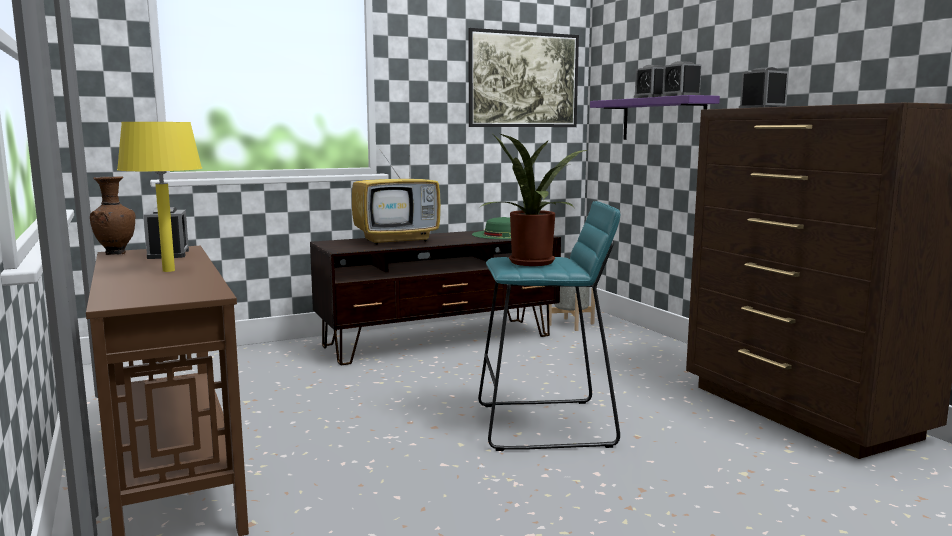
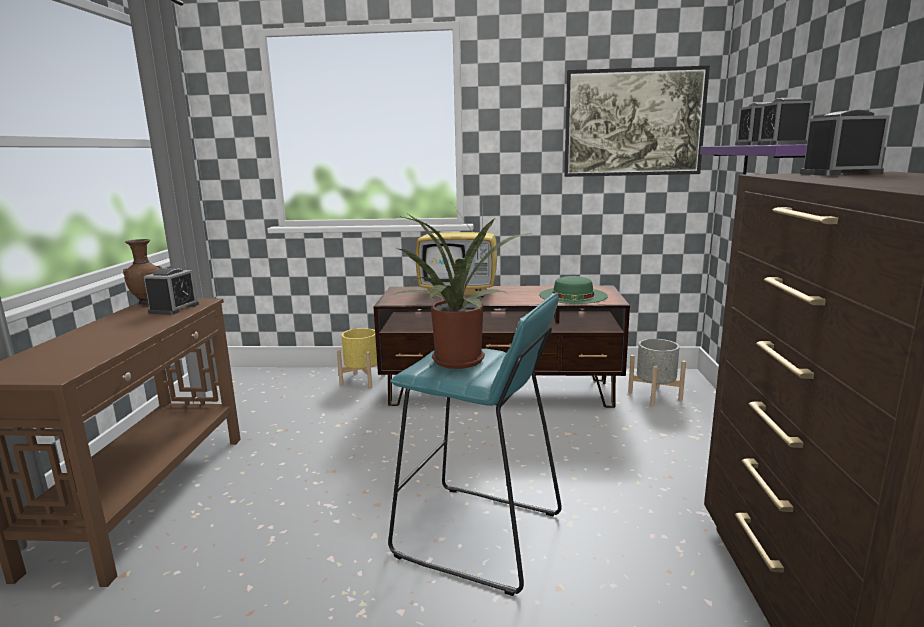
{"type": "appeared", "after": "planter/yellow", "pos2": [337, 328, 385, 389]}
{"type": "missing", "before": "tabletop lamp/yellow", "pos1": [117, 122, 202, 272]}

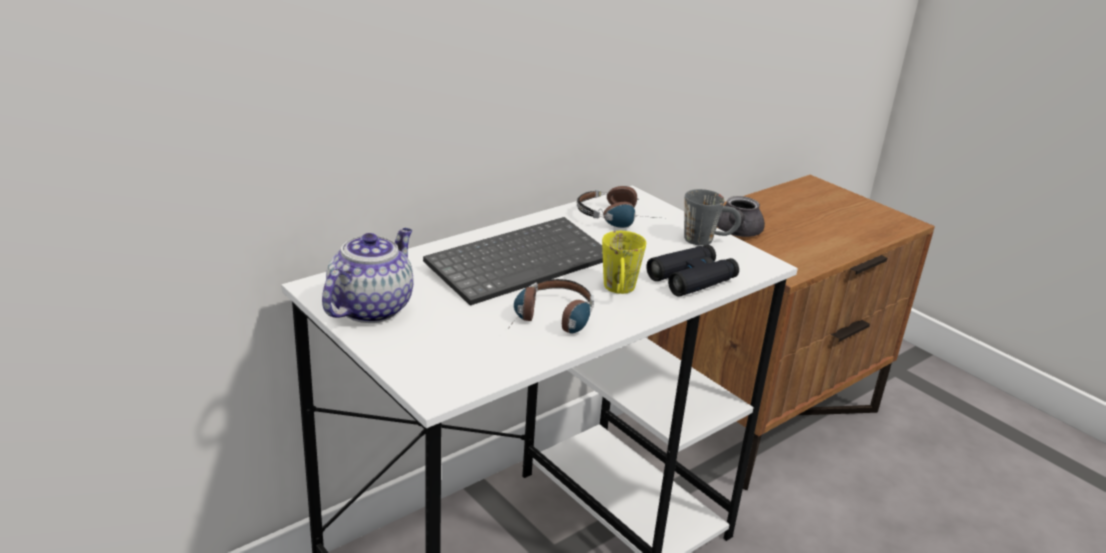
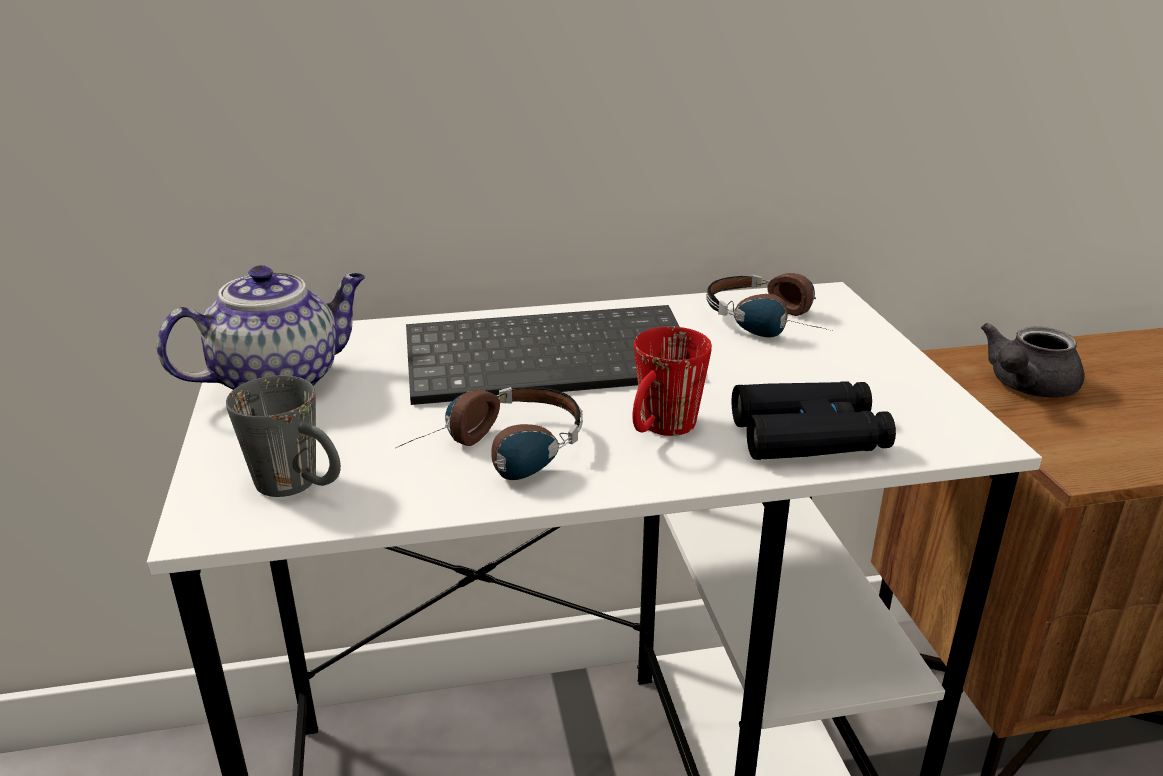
{"type": "relocated", "before": "coffee mug/gray", "pos1": [684, 189, 741, 246], "pos2": [226, 375, 341, 497]}
{"type": "colour", "before": "coffee mug/yellow", "after": "coffee mug/reddish", "pos1": [602, 231, 646, 294], "pos2": [633, 327, 712, 436]}

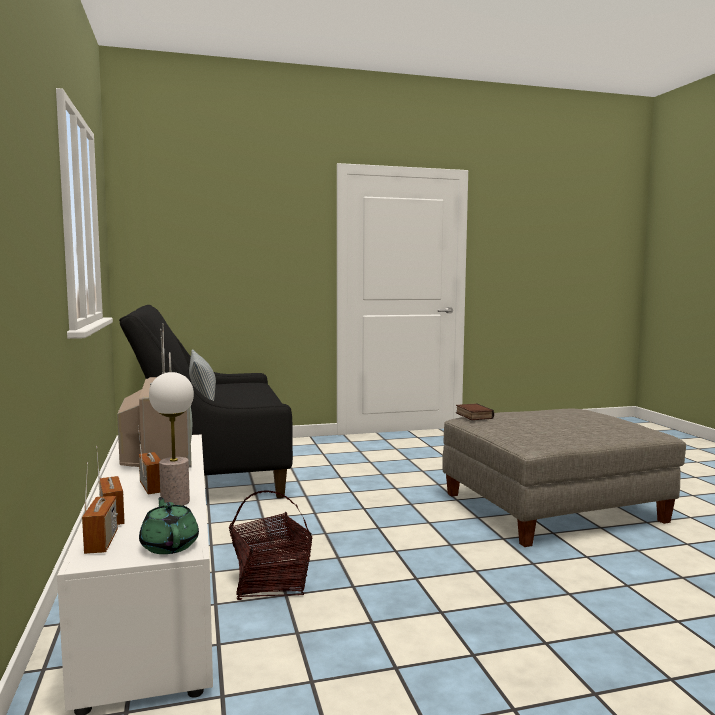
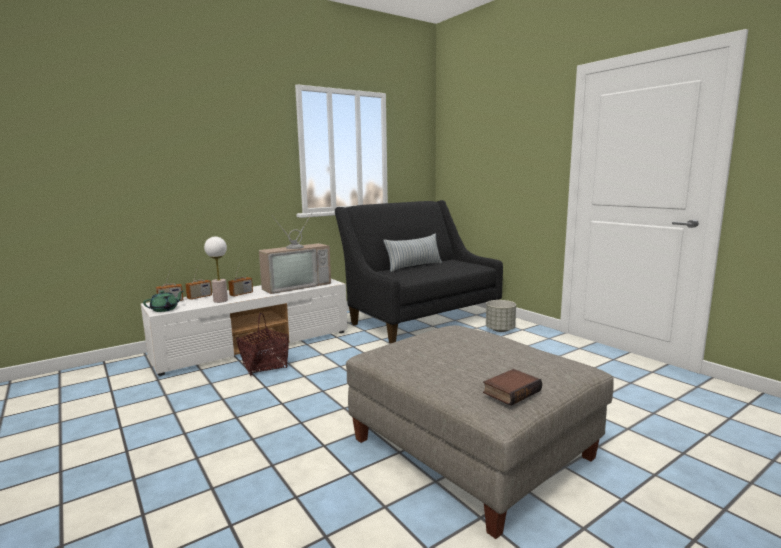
{"type": "relocated", "before": "volume", "pos1": [456, 404, 494, 420], "pos2": [483, 369, 542, 406]}
{"type": "appeared", "after": "planter/gray", "pos2": [486, 300, 516, 332]}

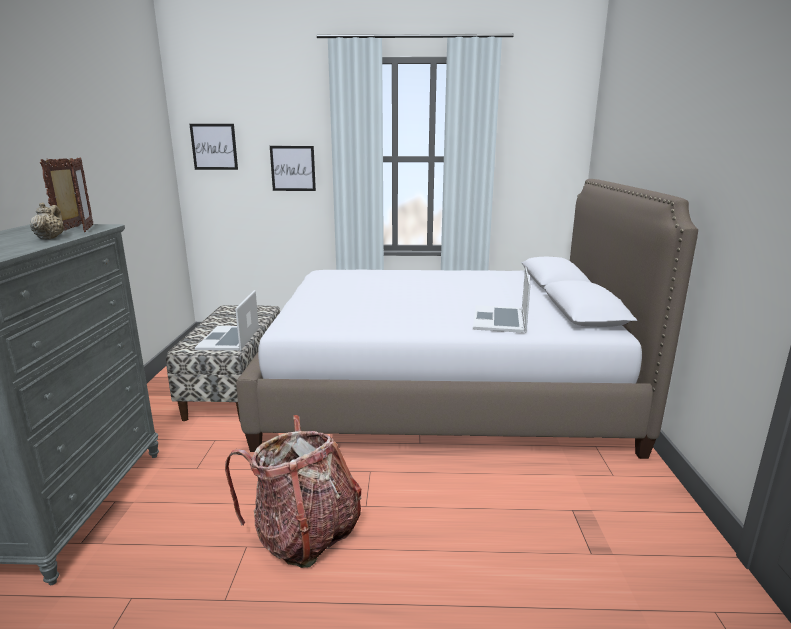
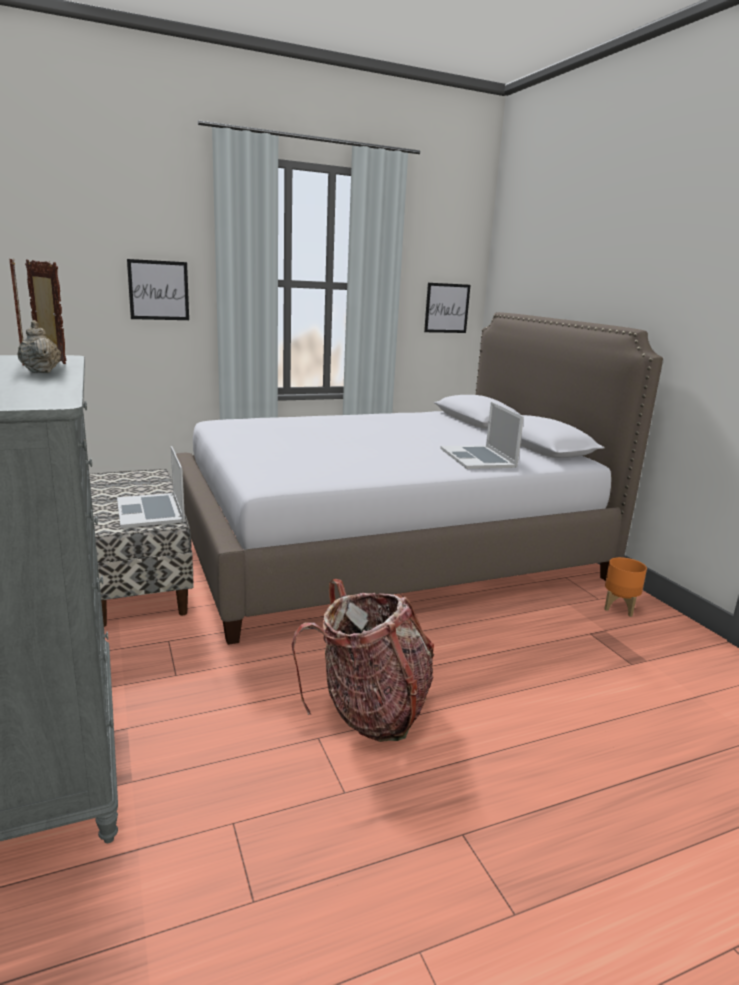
{"type": "relocated", "before": "wall picture", "pos1": [189, 124, 238, 170], "pos2": [424, 283, 470, 333]}
{"type": "appeared", "after": "planter/orange-coloured", "pos2": [604, 557, 647, 617]}

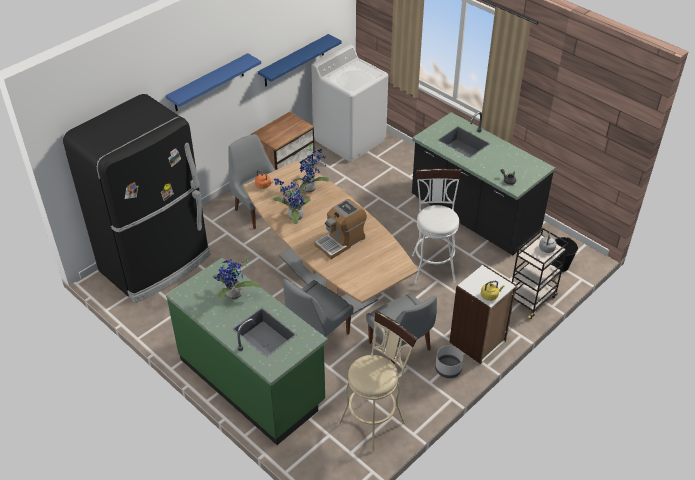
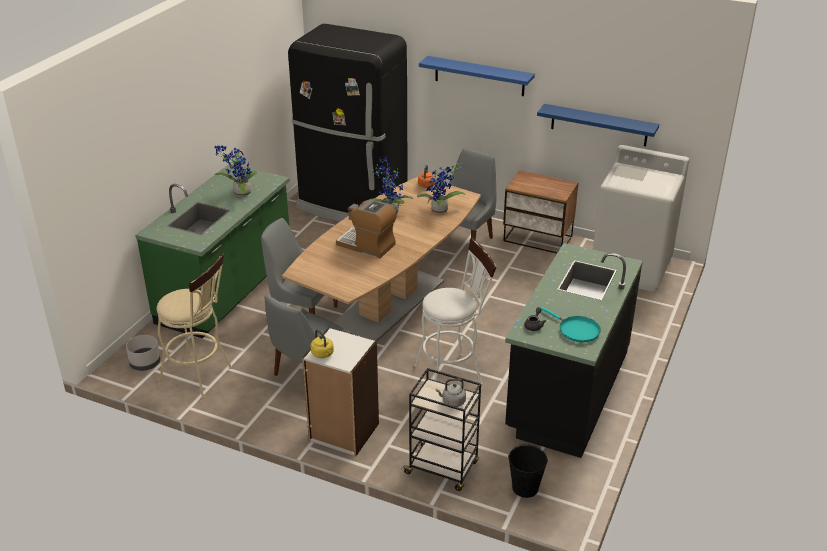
{"type": "relocated", "before": "planter/gray", "pos1": [435, 346, 463, 378], "pos2": [126, 335, 160, 371]}
{"type": "appeared", "after": "skillet/blue-green", "pos2": [541, 307, 601, 342]}

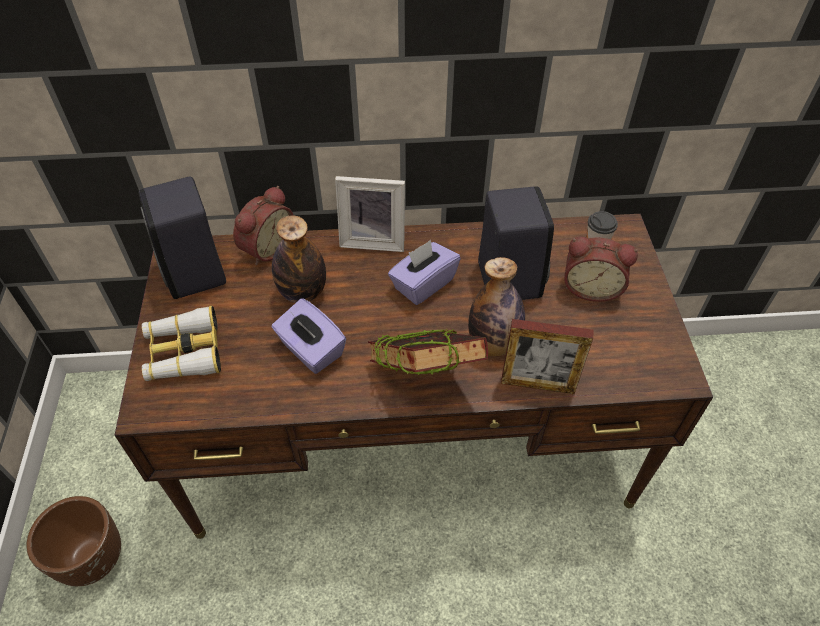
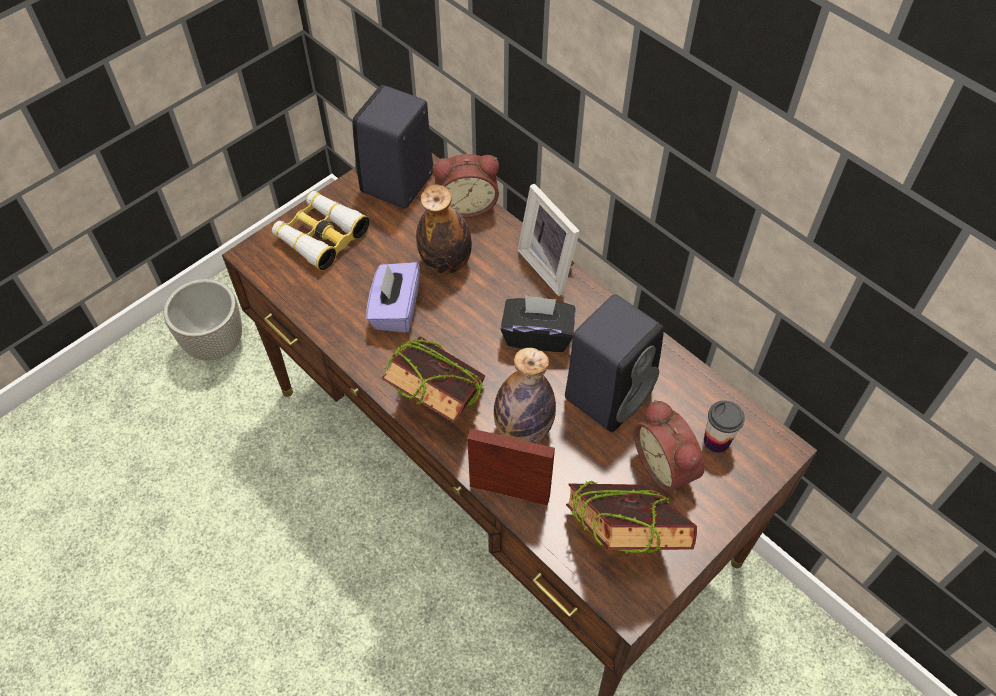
{"type": "colour", "before": "planter/brown-coloured", "after": "planter/gray", "pos1": [27, 496, 121, 586], "pos2": [163, 279, 242, 361]}
{"type": "spun", "before": "standing frame", "pos1": [501, 319, 593, 394], "pos2": [467, 428, 555, 506], "turn": 135}
{"type": "colour", "before": "tissue box/purple", "after": "tissue box/black-coloured", "pos1": [388, 240, 461, 305], "pos2": [500, 295, 575, 352]}
{"type": "appeared", "after": "volume", "pos2": [566, 480, 697, 554]}

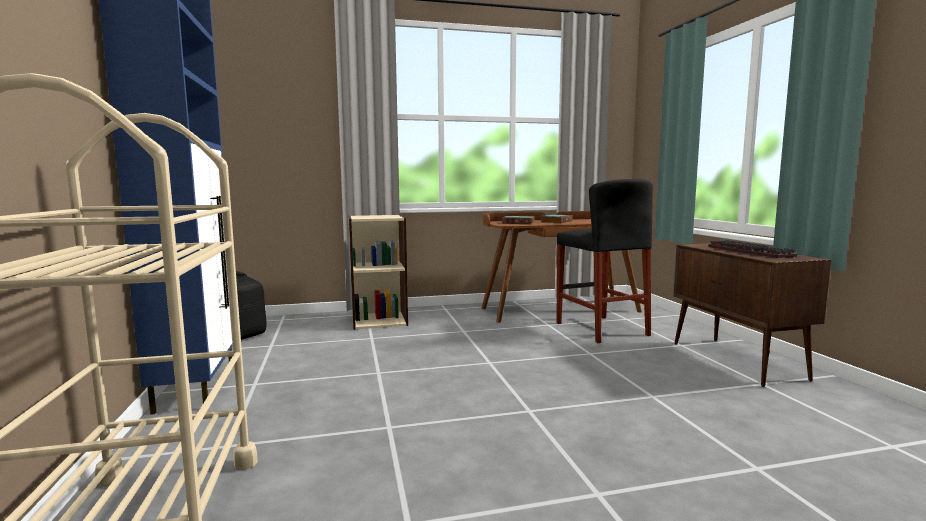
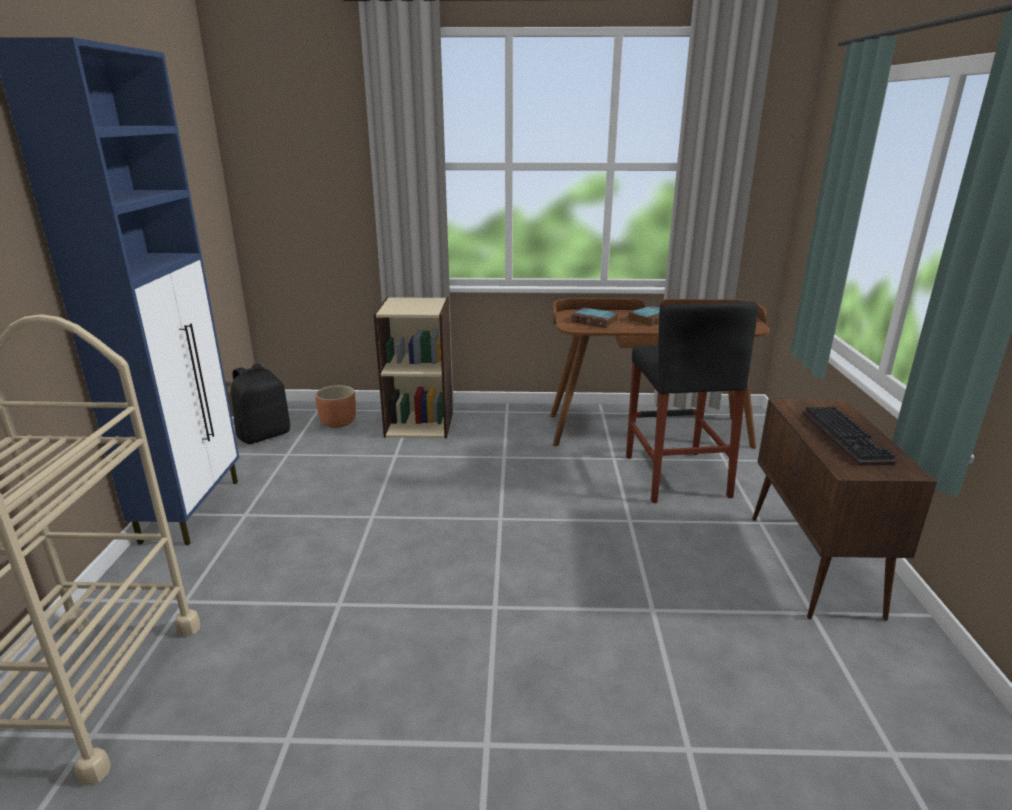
{"type": "appeared", "after": "planter/brown-coloured", "pos2": [315, 385, 356, 428]}

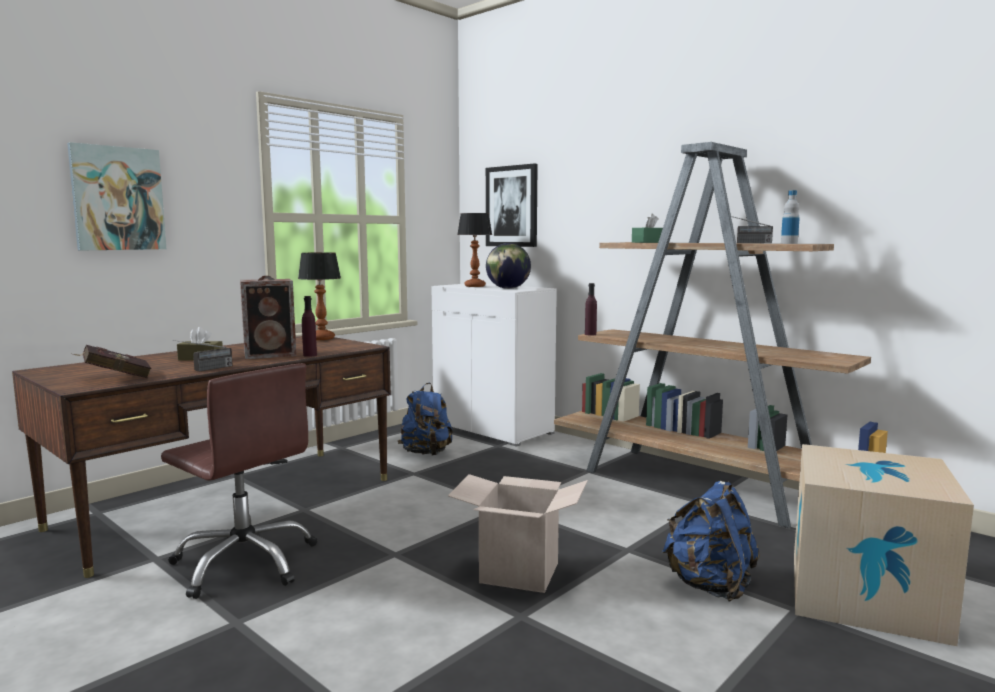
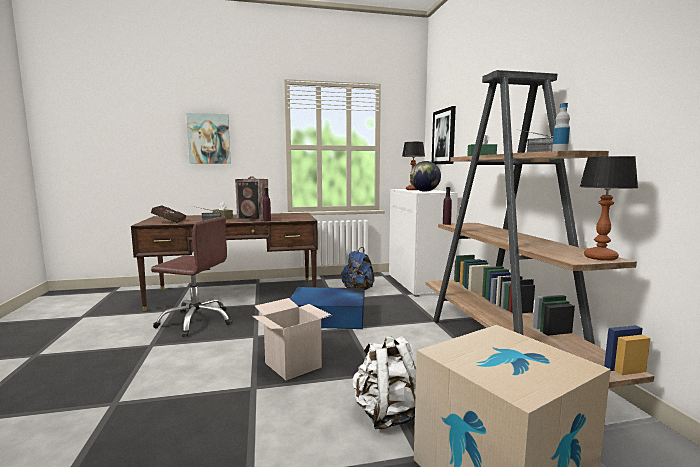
{"type": "spun", "before": "computer chair/brown-coloured", "pos1": [161, 363, 318, 599], "pos2": [151, 217, 232, 337], "turn": -60}
{"type": "appeared", "after": "storage box/blue", "pos2": [290, 287, 364, 329]}
{"type": "colour", "before": "backpack/blue", "after": "backpack/whitish", "pos1": [662, 481, 760, 602], "pos2": [352, 336, 416, 430]}
{"type": "relocated", "before": "tabletop lamp", "pos1": [298, 252, 341, 340], "pos2": [579, 156, 638, 261]}

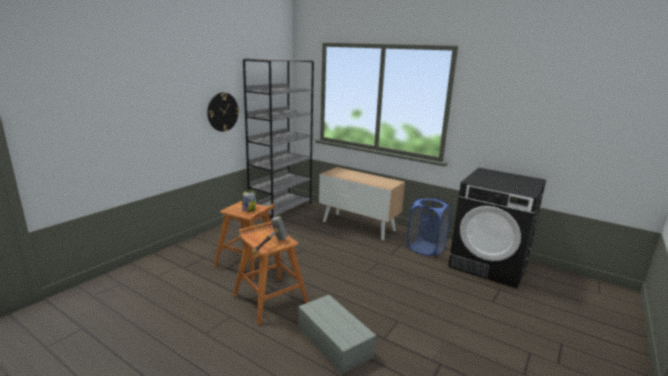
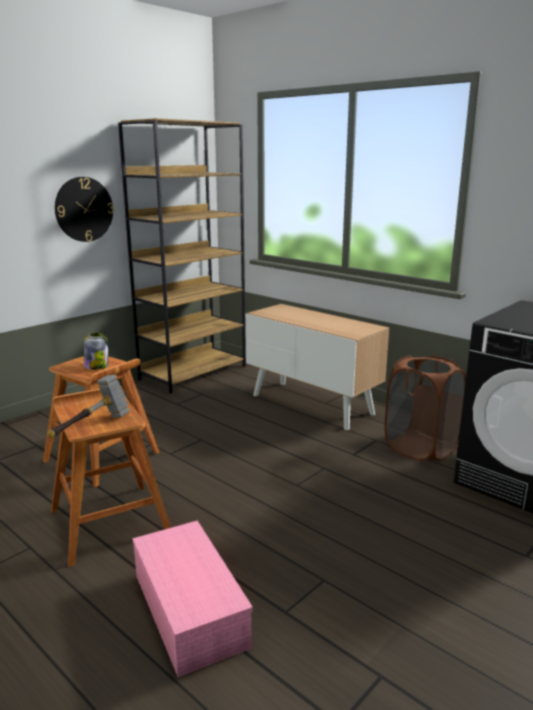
{"type": "colour", "before": "bookcase/gray", "after": "bookcase/brown-coloured", "pos1": [243, 58, 314, 219], "pos2": [118, 118, 246, 393]}
{"type": "colour", "before": "storage box/gray", "after": "storage box/pink", "pos1": [298, 295, 377, 374], "pos2": [132, 520, 253, 677]}
{"type": "colour", "before": "hamper/blue", "after": "hamper/brown-coloured", "pos1": [407, 198, 451, 256], "pos2": [385, 355, 466, 462]}

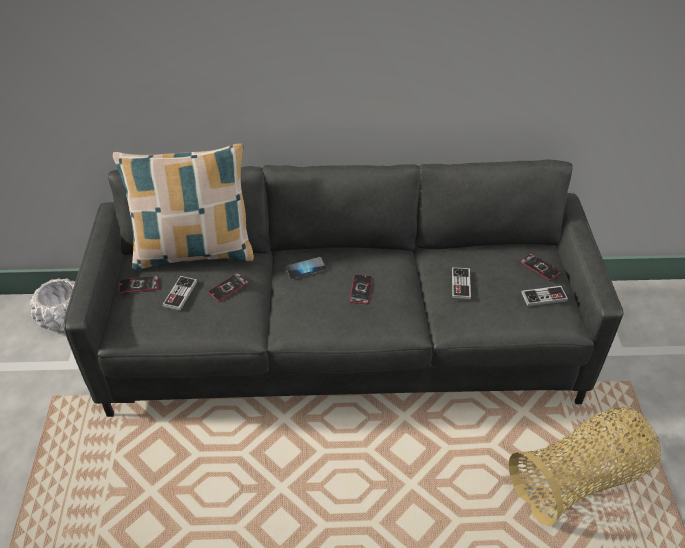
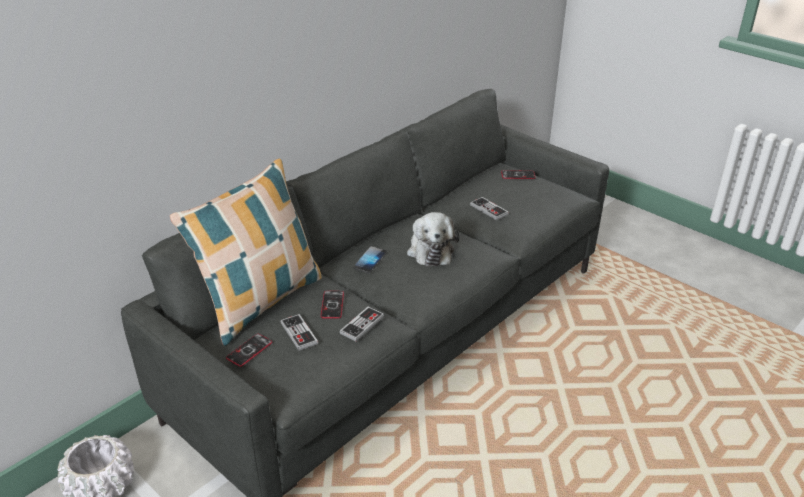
{"type": "relocated", "before": "game controller", "pos1": [522, 286, 568, 306], "pos2": [340, 306, 384, 342]}
{"type": "exchanged", "before": "telephone", "after": "plush toy", "pos1": [350, 275, 372, 304], "pos2": [407, 212, 460, 267]}
{"type": "missing", "before": "storage basket", "pos1": [509, 407, 661, 526]}

